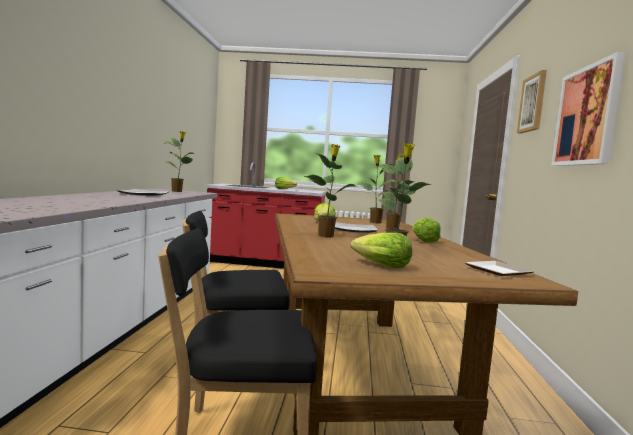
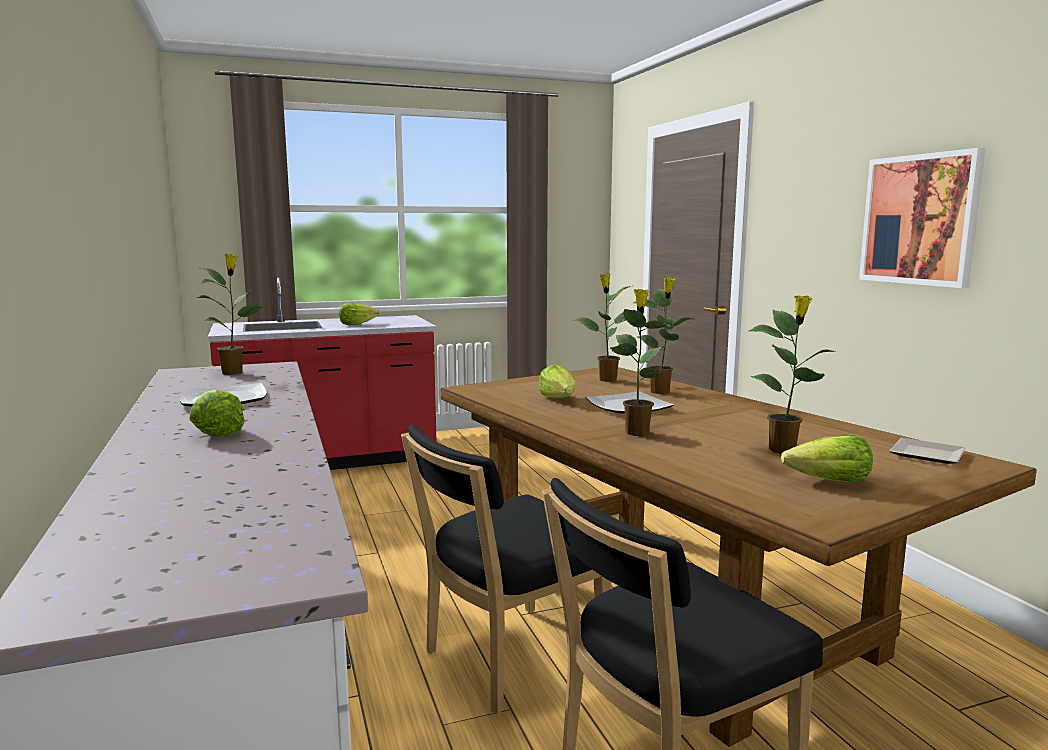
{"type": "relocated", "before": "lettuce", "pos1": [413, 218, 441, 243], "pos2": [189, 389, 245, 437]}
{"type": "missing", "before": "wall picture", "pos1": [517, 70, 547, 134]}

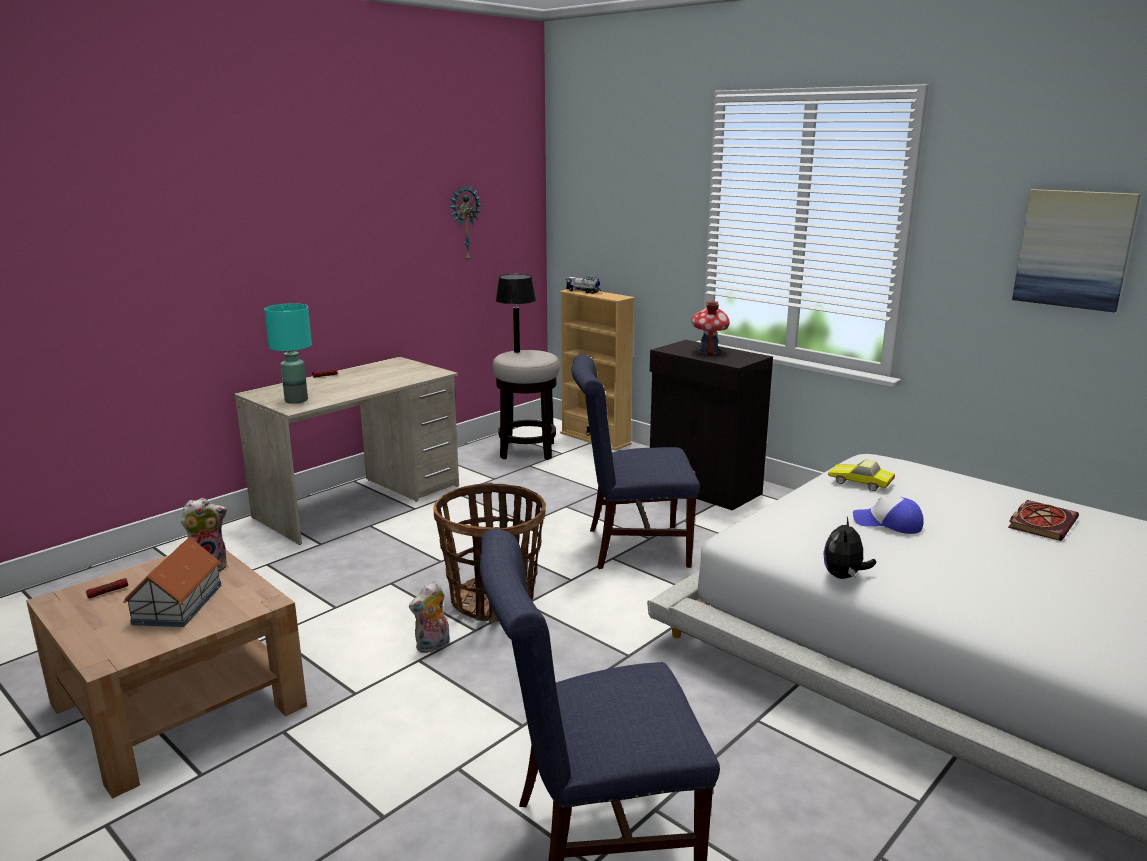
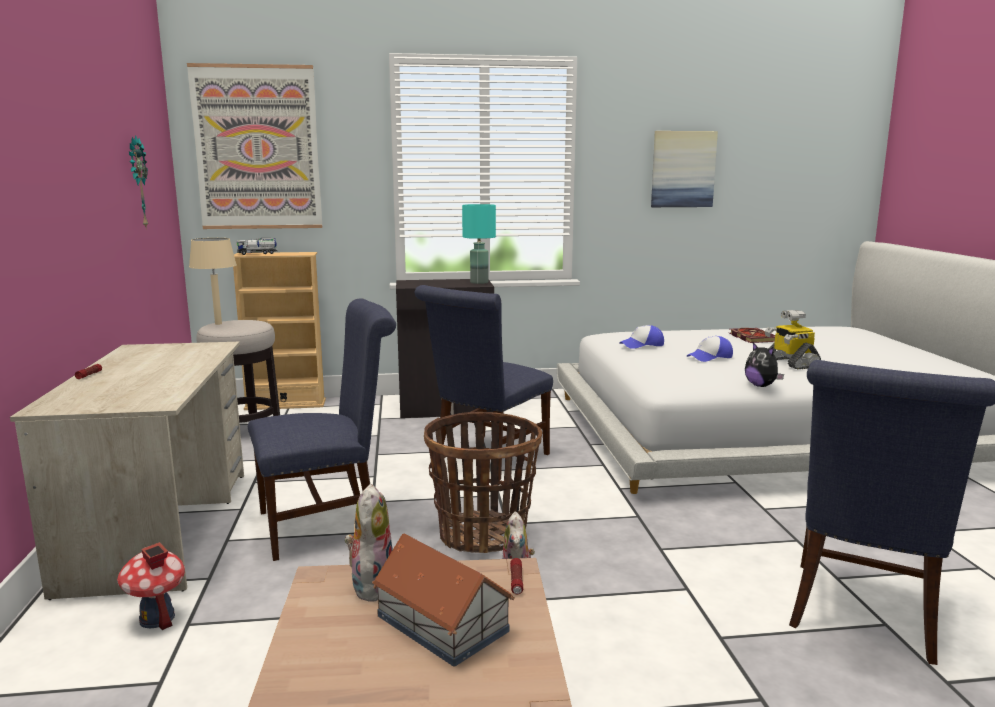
{"type": "relocated", "before": "toy house", "pos1": [691, 301, 730, 356], "pos2": [117, 542, 185, 630]}
{"type": "appeared", "after": "wall picture", "pos2": [187, 63, 322, 229]}
{"type": "colour", "before": "tabletop lamp/black-coloured", "after": "tabletop lamp/sand-coloured", "pos1": [496, 274, 536, 353], "pos2": [189, 238, 237, 325]}
{"type": "appeared", "after": "upright chair/blue", "pos2": [248, 298, 396, 561]}
{"type": "relocated", "before": "tabletop lamp/blue-green", "pos1": [264, 303, 312, 404], "pos2": [462, 204, 496, 284]}
{"type": "relocated", "before": "flashlight", "pos1": [86, 578, 128, 598], "pos2": [510, 558, 523, 594]}
{"type": "exchanged", "before": "toy car", "after": "cap", "pos1": [828, 459, 895, 491], "pos2": [619, 325, 664, 349]}
{"type": "appeared", "after": "toy robot", "pos2": [765, 310, 821, 370]}

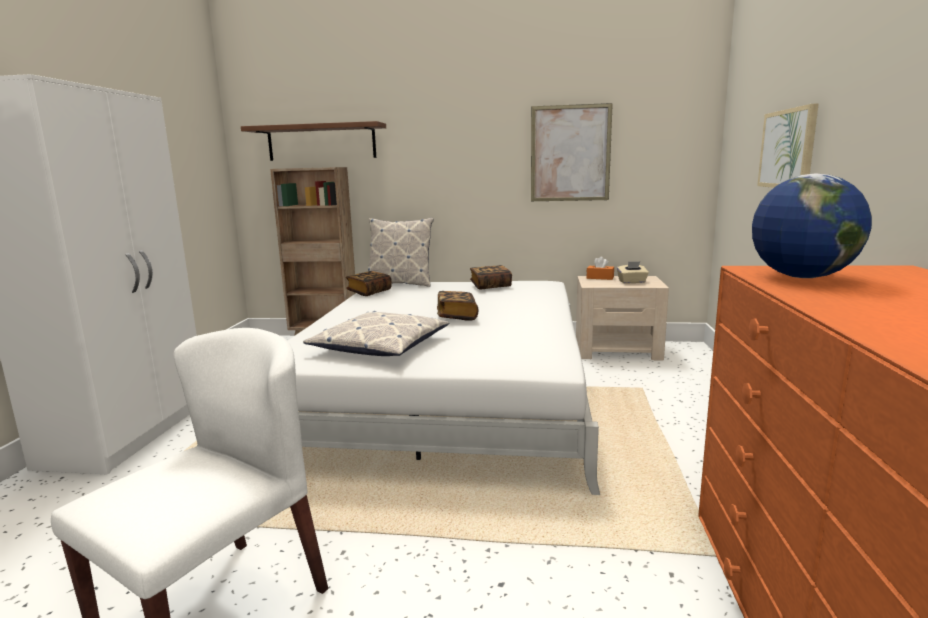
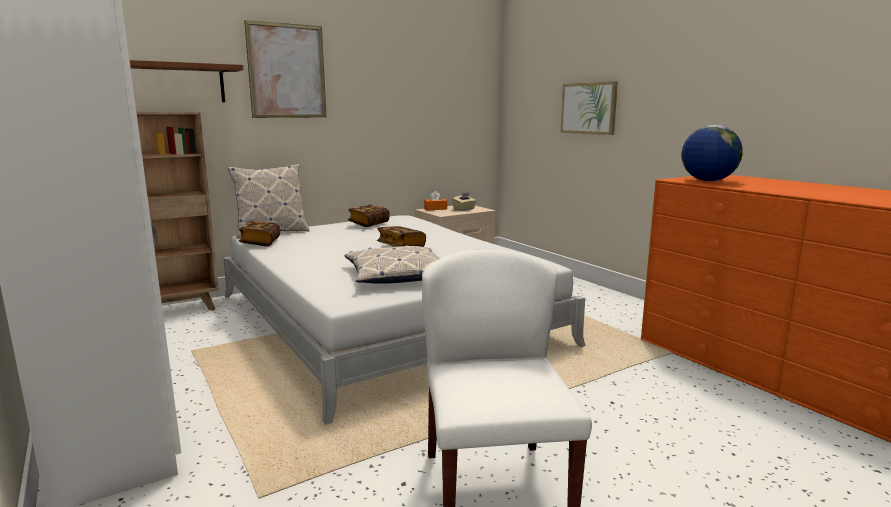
{"type": "relocated", "before": "wall picture", "pos1": [531, 103, 613, 201], "pos2": [244, 20, 326, 118]}

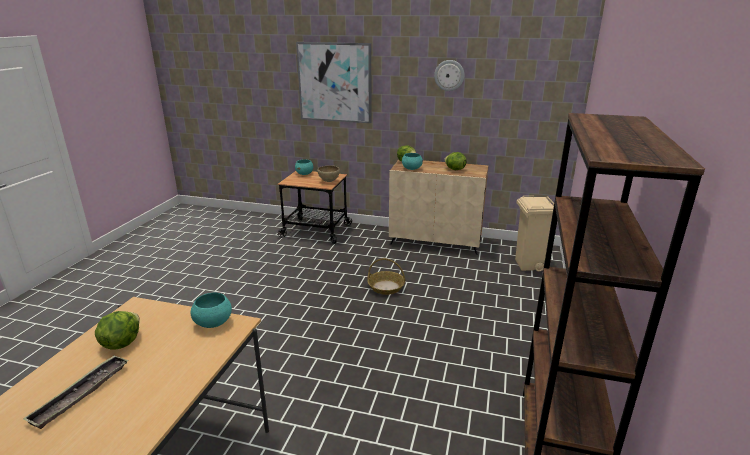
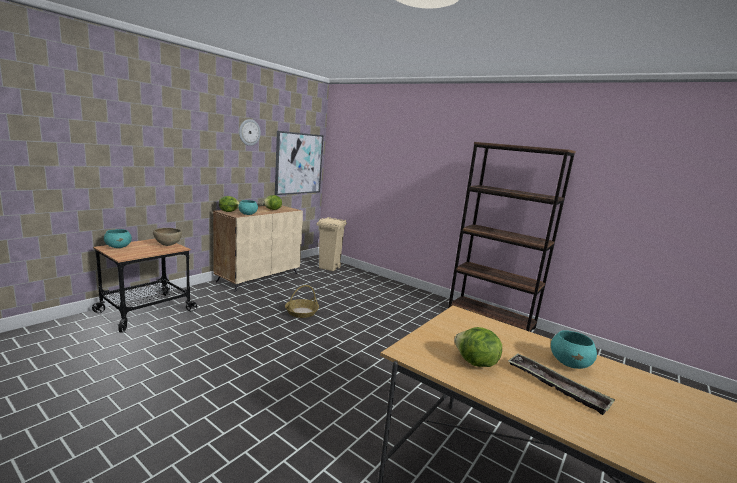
{"type": "relocated", "before": "wall picture", "pos1": [296, 42, 372, 123], "pos2": [275, 131, 323, 195]}
{"type": "relocated", "before": "serving bowl/blue-green", "pos1": [191, 293, 232, 328], "pos2": [551, 330, 597, 369]}

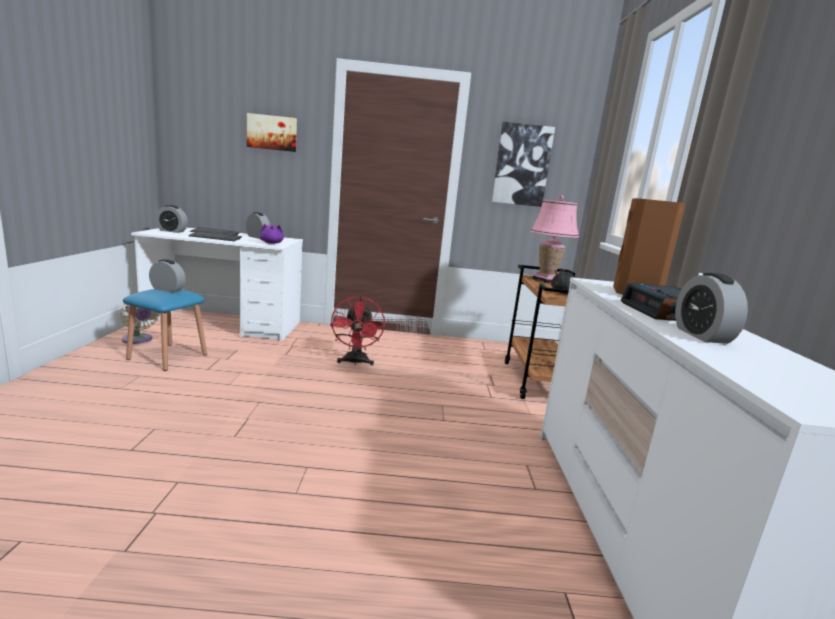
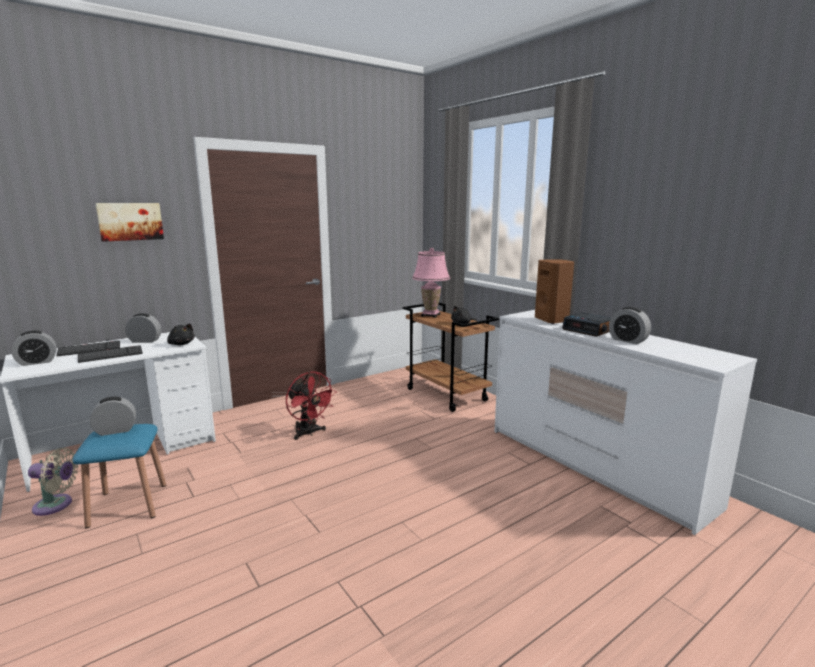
{"type": "colour", "before": "plush toy/purple", "after": "plush toy/black-coloured", "pos1": [260, 224, 284, 244], "pos2": [167, 323, 195, 345]}
{"type": "missing", "before": "wall picture", "pos1": [492, 122, 555, 207]}

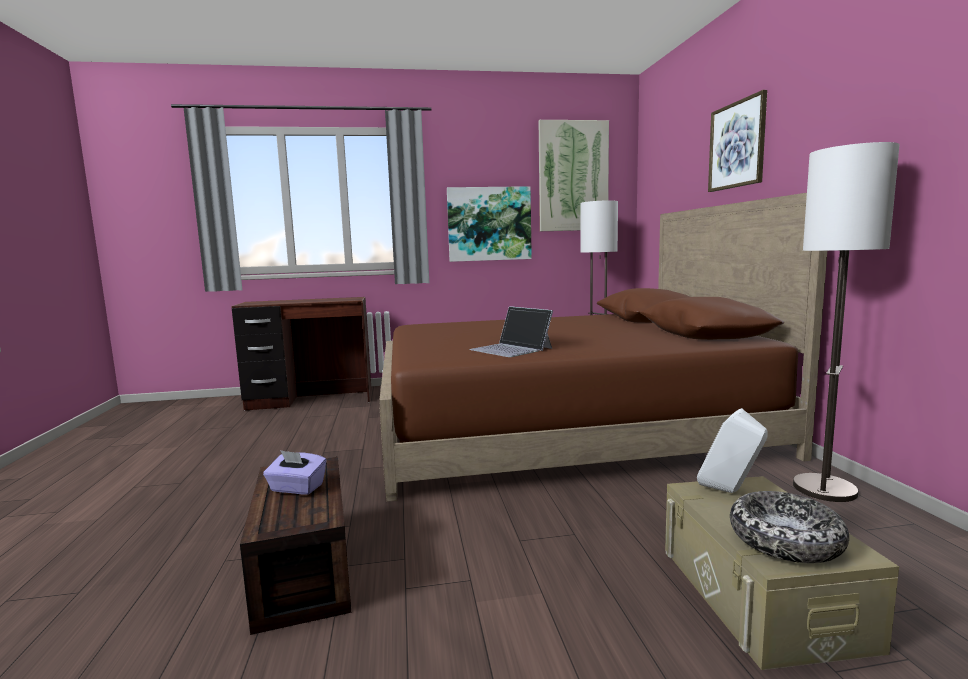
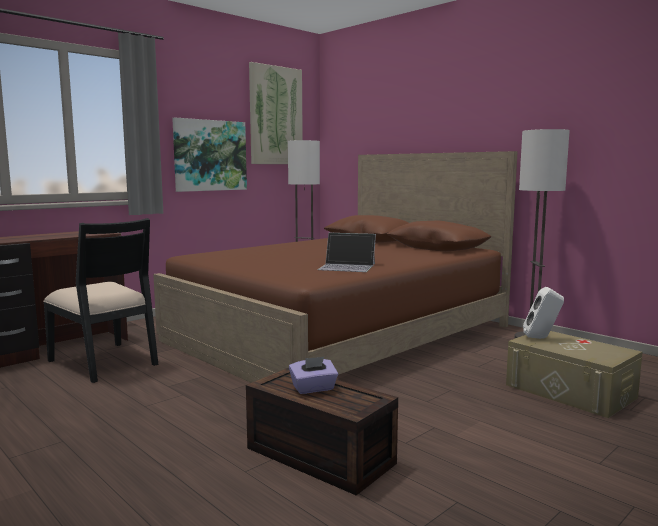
{"type": "appeared", "after": "upright chair/black-coloured", "pos2": [43, 218, 158, 383]}
{"type": "missing", "before": "wall picture", "pos1": [708, 90, 767, 192]}
{"type": "missing", "before": "serving bowl", "pos1": [730, 491, 849, 563]}

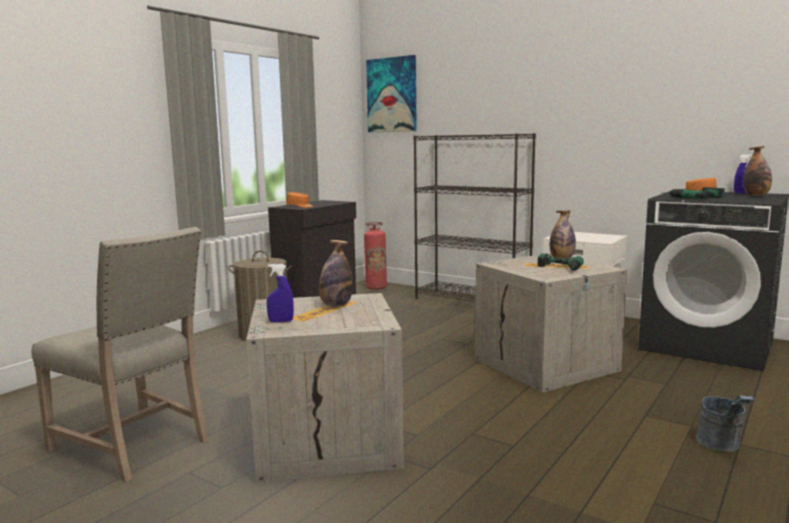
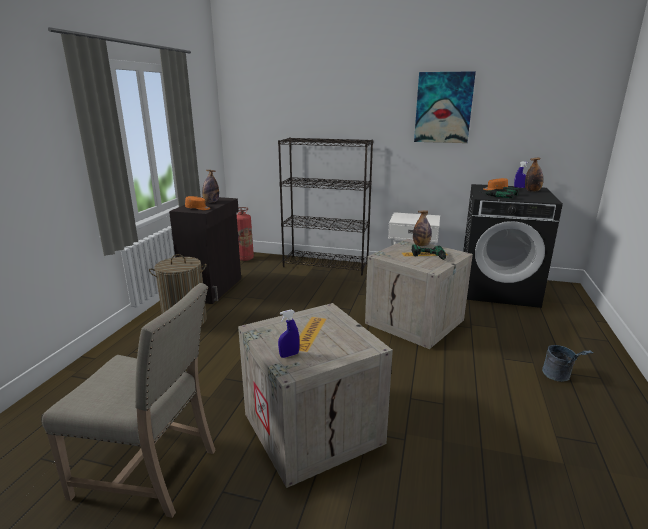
{"type": "relocated", "before": "beverage bottle", "pos1": [319, 240, 353, 307], "pos2": [202, 170, 219, 203]}
{"type": "relocated", "before": "wall picture", "pos1": [366, 55, 417, 132], "pos2": [414, 71, 476, 143]}

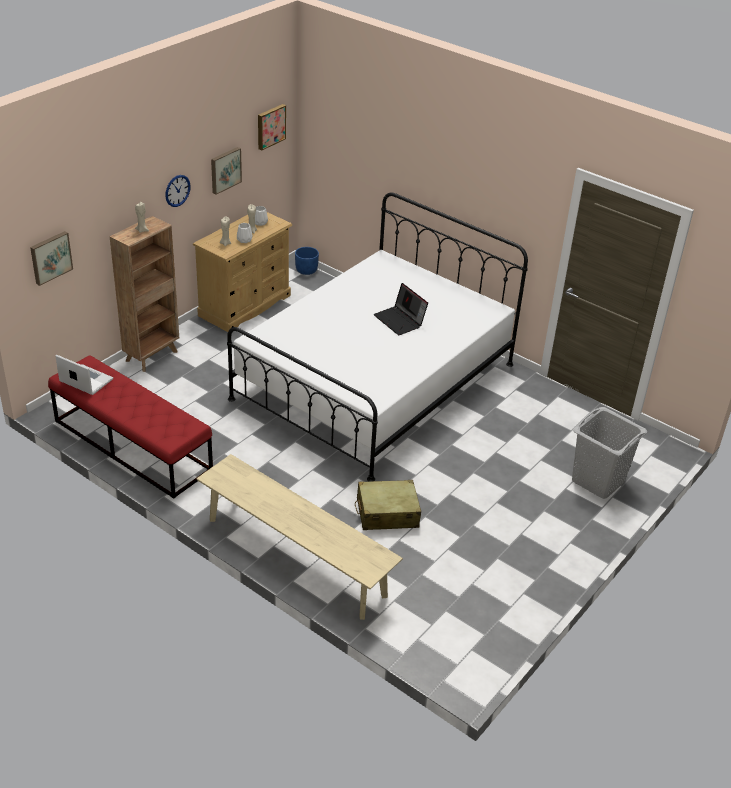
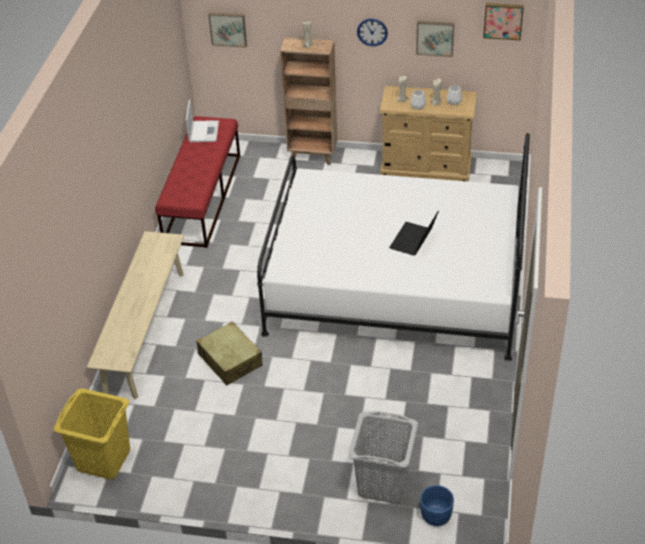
{"type": "appeared", "after": "hamper/yellow", "pos2": [54, 388, 130, 480]}
{"type": "relocated", "before": "planter/blue", "pos1": [295, 247, 319, 275], "pos2": [420, 485, 454, 526]}

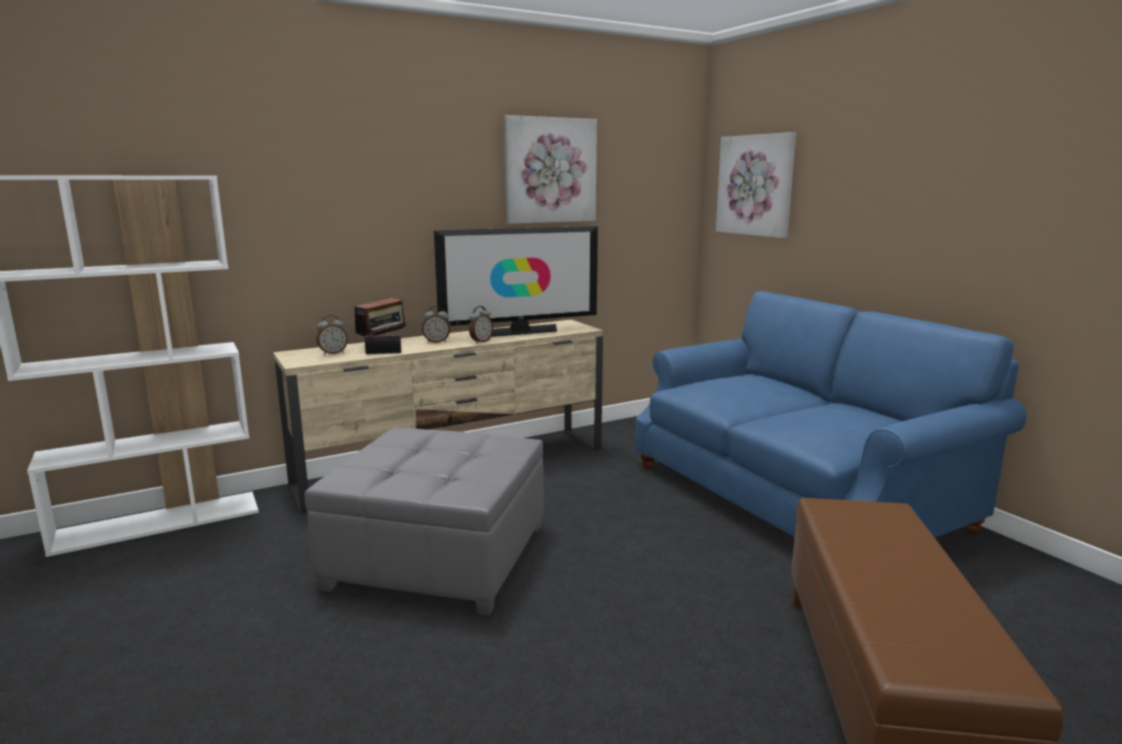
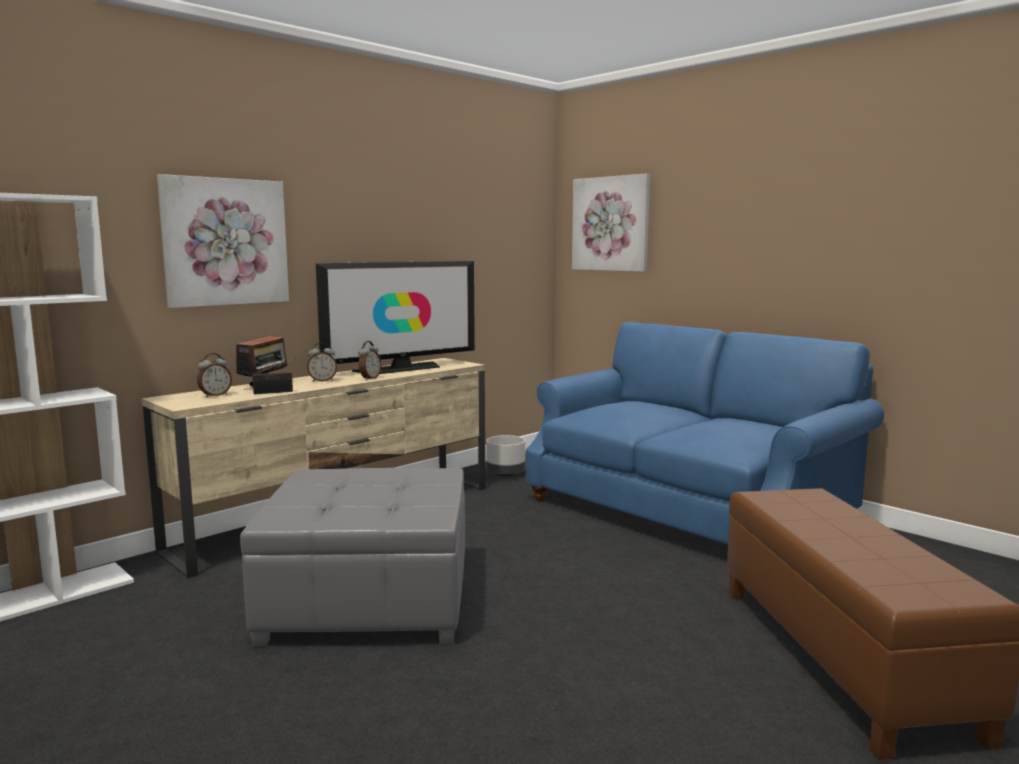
{"type": "relocated", "before": "wall picture", "pos1": [504, 115, 597, 224], "pos2": [157, 174, 289, 308]}
{"type": "appeared", "after": "planter/gray", "pos2": [486, 435, 525, 477]}

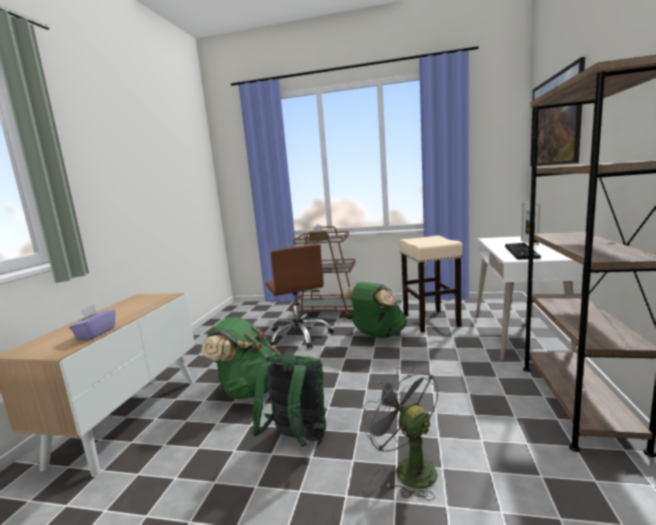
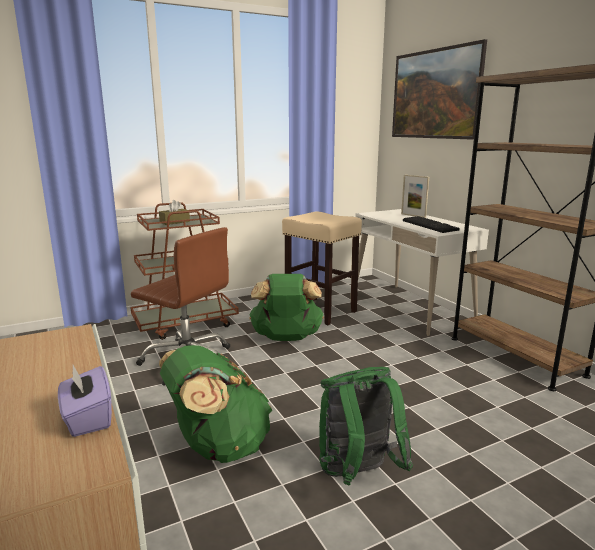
{"type": "missing", "before": "electric fan/gray", "pos1": [362, 366, 438, 501]}

